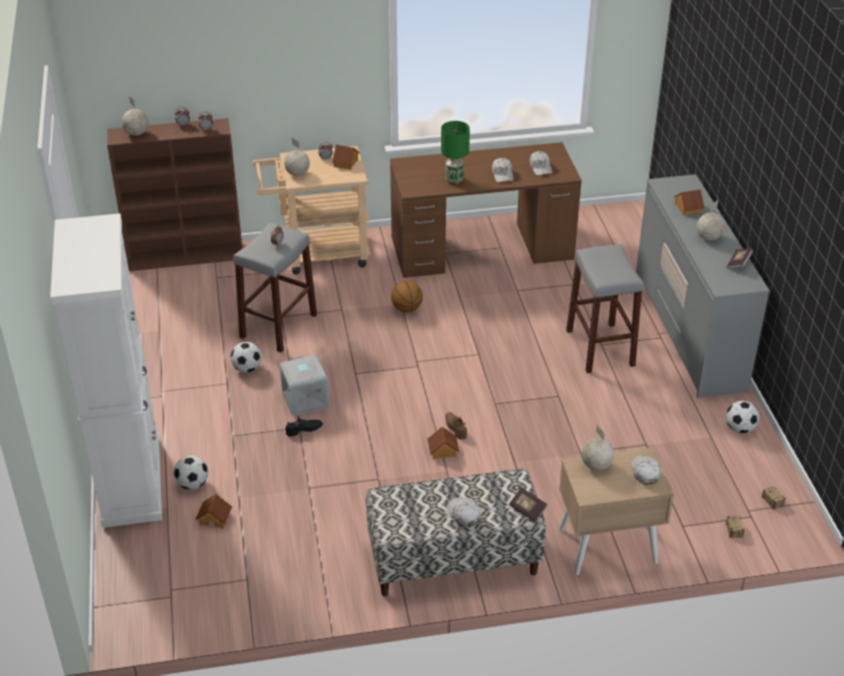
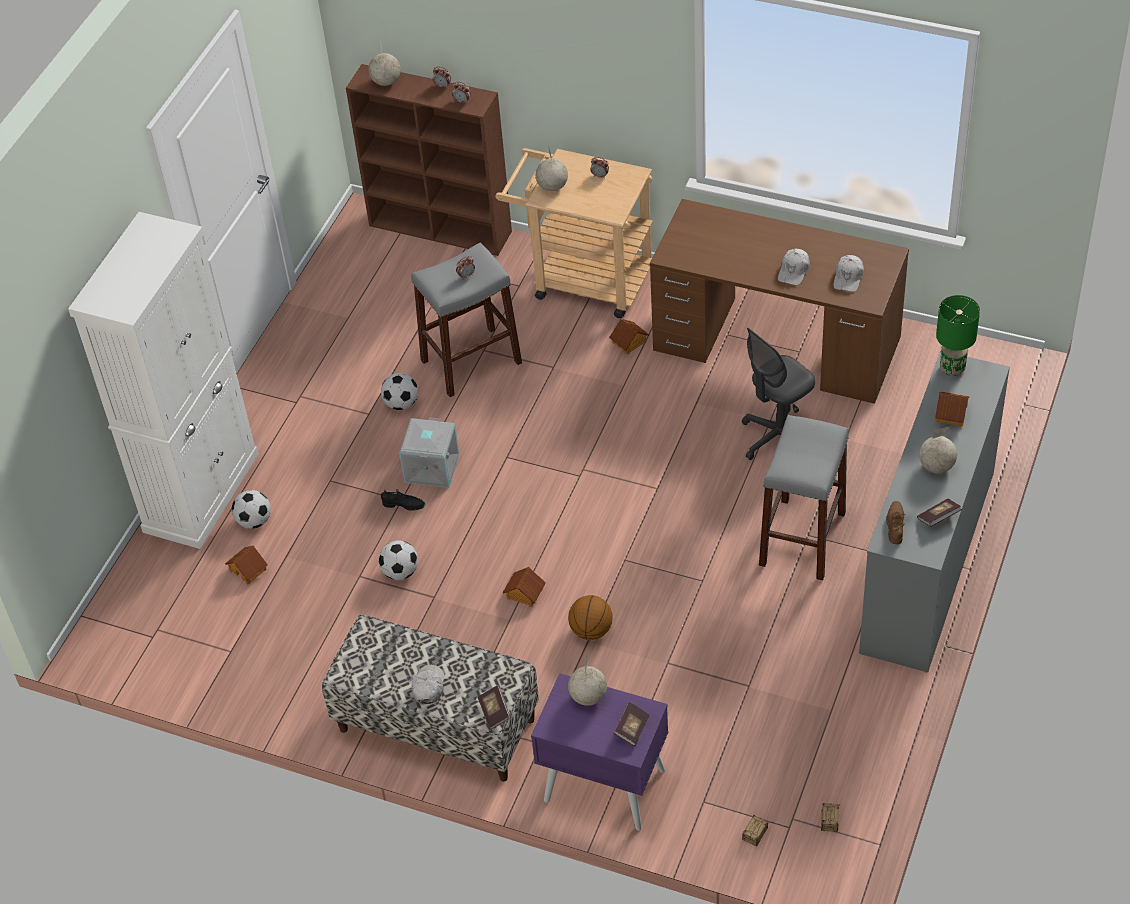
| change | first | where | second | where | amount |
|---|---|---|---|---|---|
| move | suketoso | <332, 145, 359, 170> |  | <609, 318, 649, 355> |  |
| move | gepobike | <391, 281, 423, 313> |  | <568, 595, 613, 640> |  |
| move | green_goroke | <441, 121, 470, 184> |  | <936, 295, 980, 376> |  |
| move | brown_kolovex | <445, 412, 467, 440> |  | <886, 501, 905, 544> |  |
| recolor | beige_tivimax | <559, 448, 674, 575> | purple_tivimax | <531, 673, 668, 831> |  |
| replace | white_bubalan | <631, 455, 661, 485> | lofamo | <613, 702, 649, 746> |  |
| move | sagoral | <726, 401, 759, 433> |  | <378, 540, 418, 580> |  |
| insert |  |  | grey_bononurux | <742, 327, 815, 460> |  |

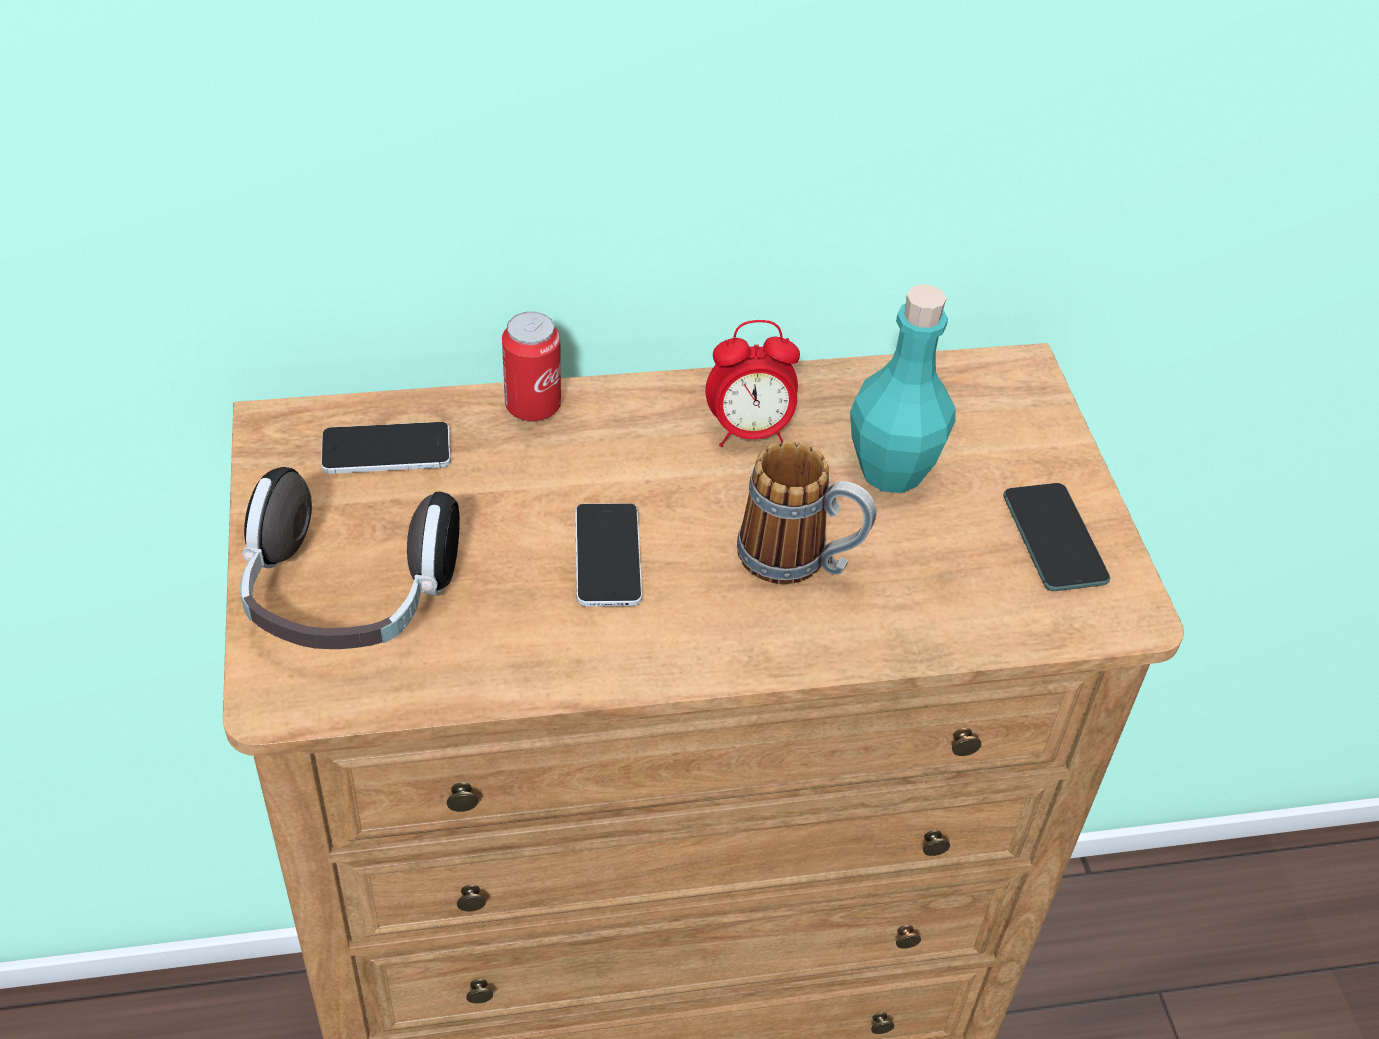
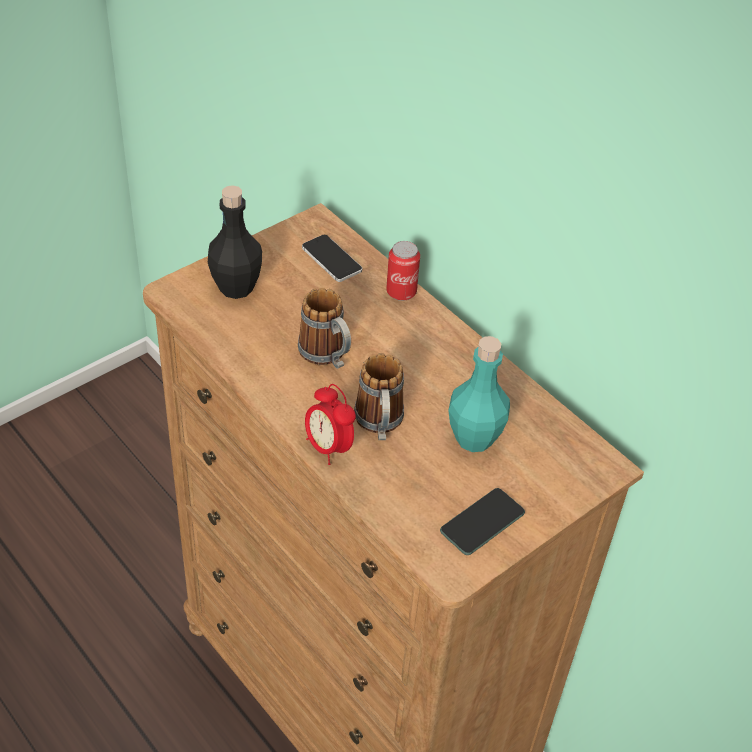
| change | first | where | second | where | amount |
|---|---|---|---|---|---|
| replace | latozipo | <240, 467, 460, 649> | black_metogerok | <208, 185, 262, 299> |  |
| replace | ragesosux | <575, 503, 642, 607> | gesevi | <298, 288, 351, 369> |  |
| move | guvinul | <705, 320, 800, 447> |  | <305, 384, 356, 465> |  |

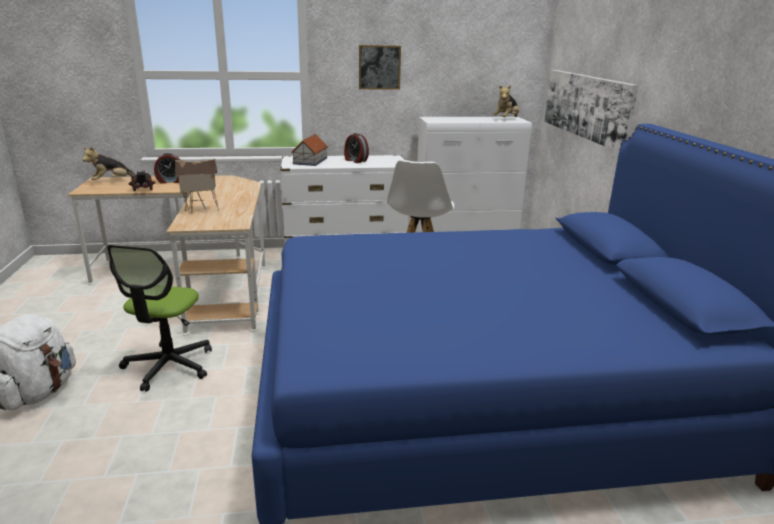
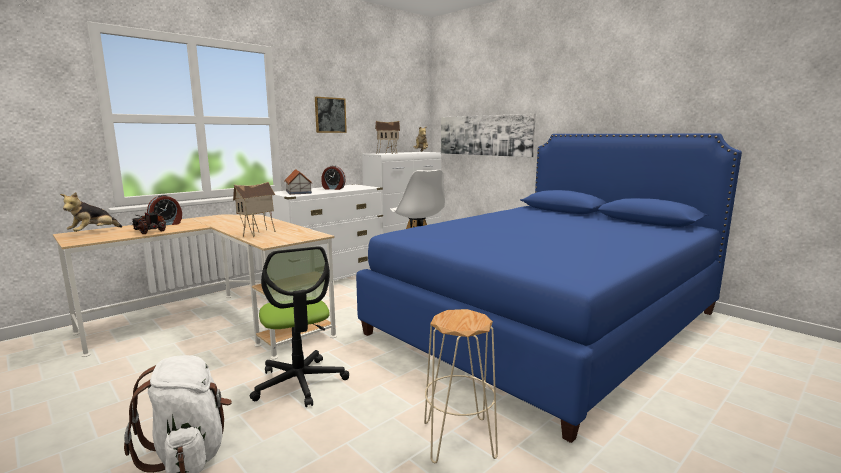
| change | first | where | second | where | amount |
|---|---|---|---|---|---|
| insert |  |  | suketoso | <375, 121, 400, 154> |  |
| insert |  |  | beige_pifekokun | <424, 309, 498, 463> |  |

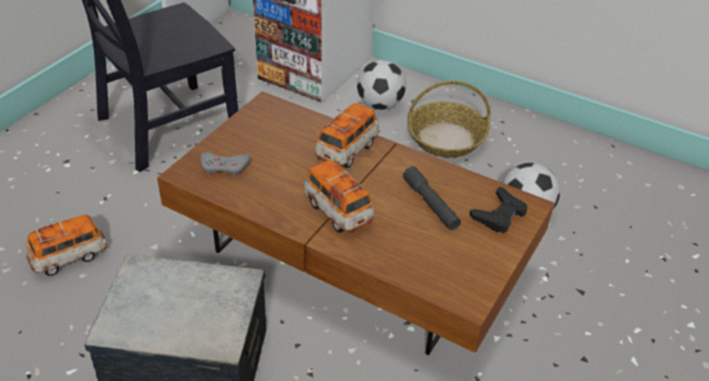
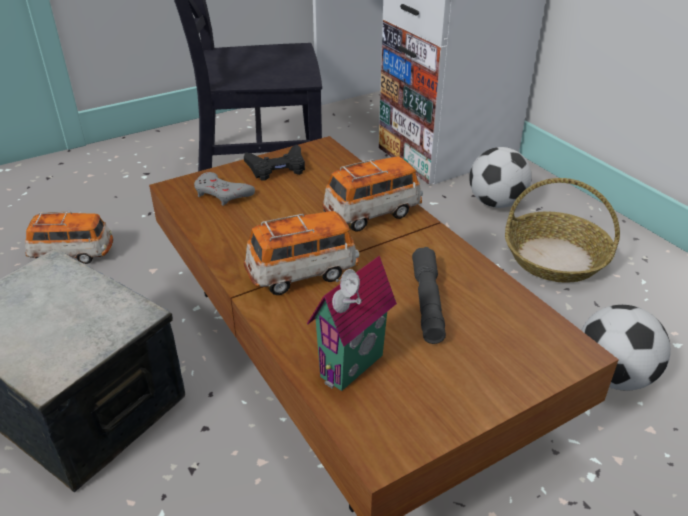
| change | first | where | second | where | amount |
|---|---|---|---|---|---|
| rotate | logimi | <303, 160, 375, 234> |  | <244, 211, 359, 295> | 75 degrees clockwise |
| move | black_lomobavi | <470, 186, 528, 233> |  | <244, 144, 305, 180> |  |
| insert |  |  | suketoso | <307, 256, 397, 391> |  |

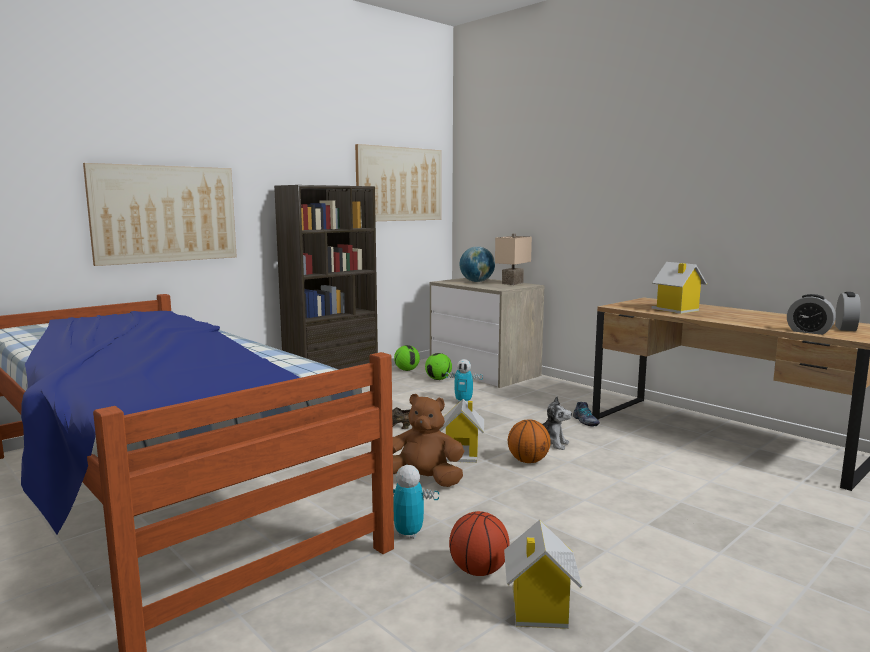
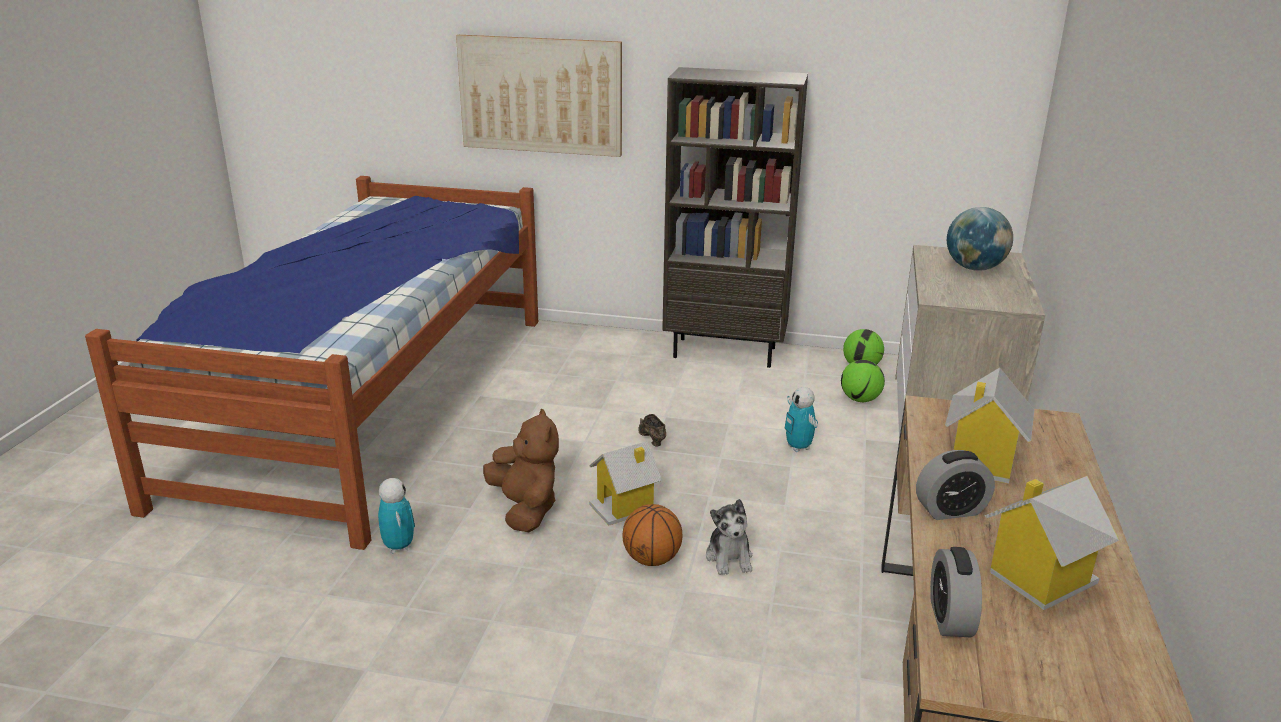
| change | first | where | second | where | amount |
|---|---|---|---|---|---|
| delete | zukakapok | <355, 144, 441, 221> |  |  |  |
| delete | gepobike | <449, 511, 510, 576> |  |  |  |
| delete | beige_goroke | <495, 234, 532, 285> |  |  |  |
| move | suketoso | <504, 520, 582, 629> |  | <985, 476, 1119, 610> |  |
| delete | kolovex | <573, 402, 600, 426> |  |  |  |
| move | guvinul | <835, 292, 861, 331> |  | <916, 450, 995, 520> |  |

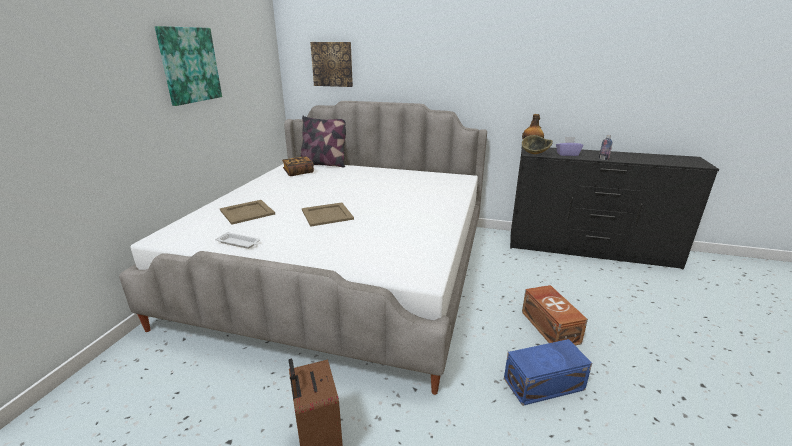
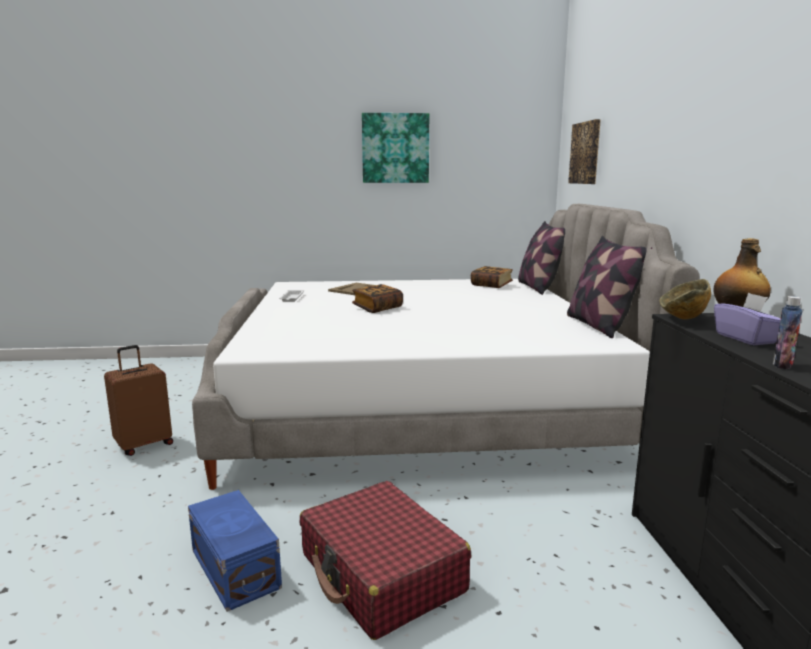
| change | first | where | second | where | amount |
|---|---|---|---|---|---|
| replace | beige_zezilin | <302, 202, 354, 227> | lofamo | <352, 284, 403, 313> |  |
| replace | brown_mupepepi | <522, 285, 588, 346> | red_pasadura | <300, 481, 471, 640> |  |
| insert |  |  | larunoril | <567, 236, 652, 338> |  |

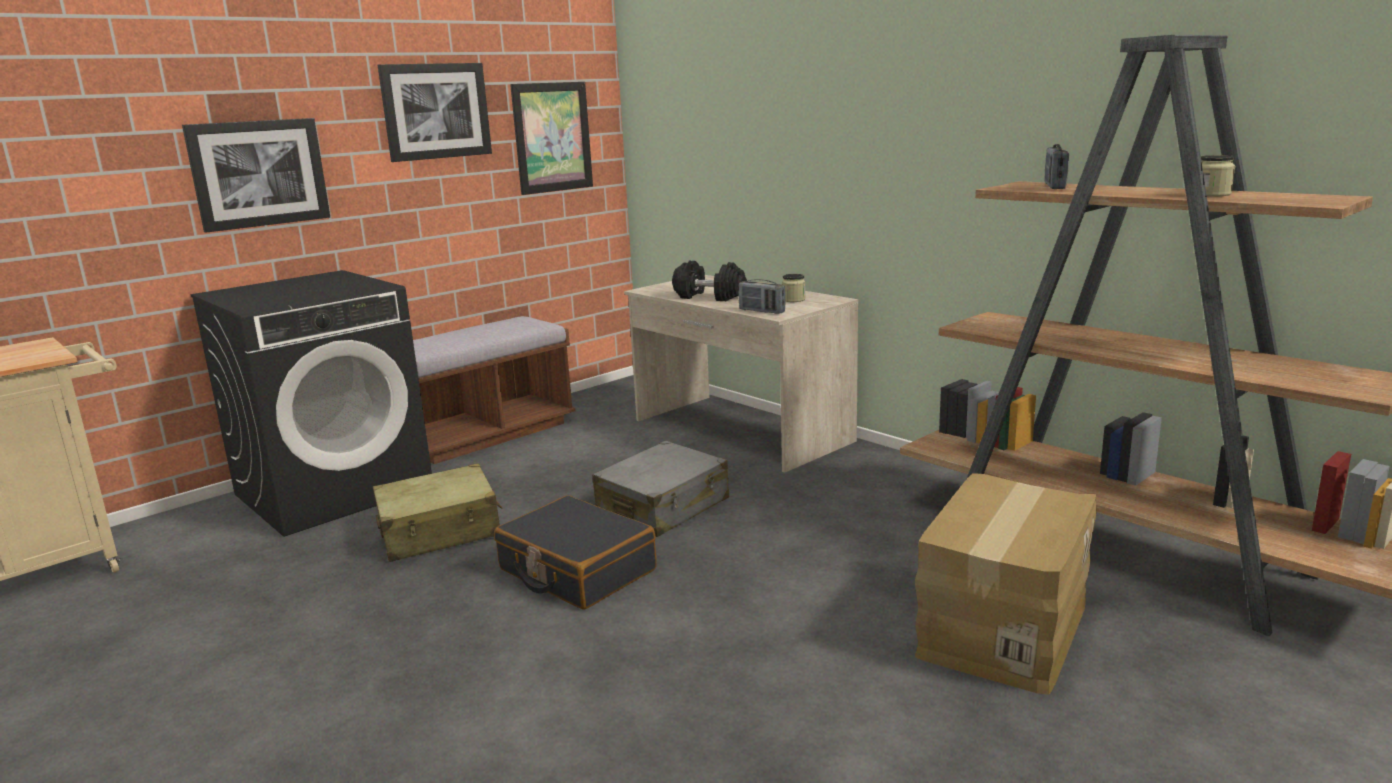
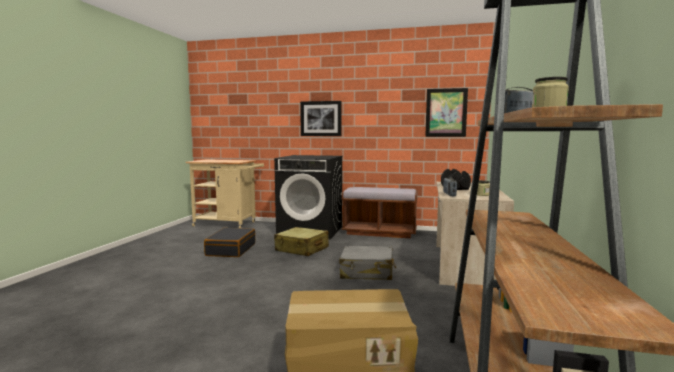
| change | first | where | second | where | amount |
|---|---|---|---|---|---|
| delete | zukakapok | <378, 63, 492, 162> |  |  |  |
| move | black_pasadura | <494, 495, 656, 610> |  | <204, 228, 255, 257> |  |

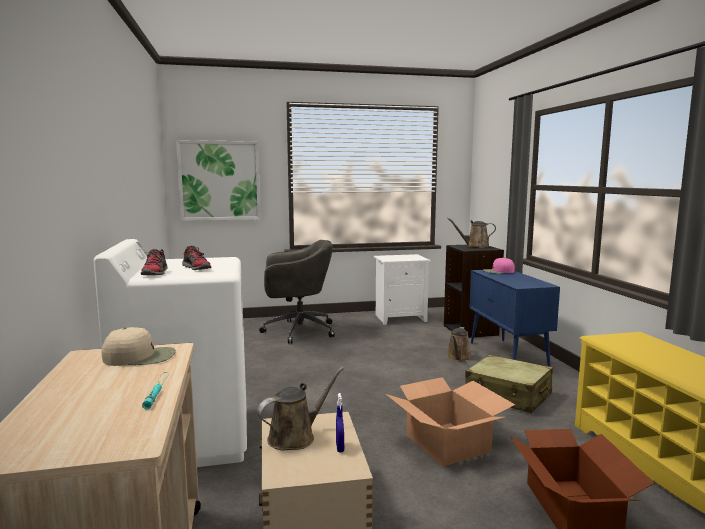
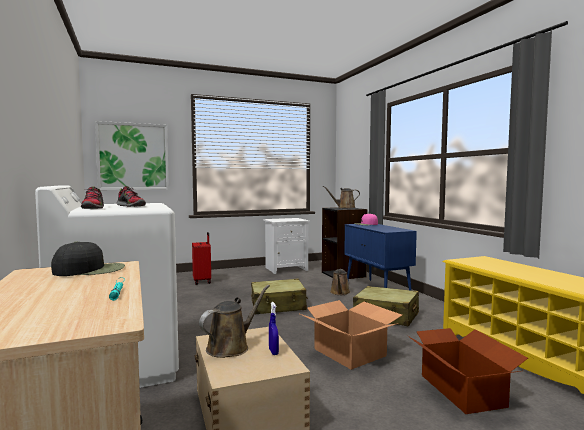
| change | first | where | second | where | amount |
|---|---|---|---|---|---|
| recolor | beige_bubalan | <101, 327, 176, 366> | black_bubalan | <51, 241, 125, 276> |  |
| replace | grey_bononurux | <259, 240, 335, 344> | red_pasadura | <192, 232, 211, 285> |  |
| insert |  |  | beige_pasadura | <251, 279, 308, 314> |  |

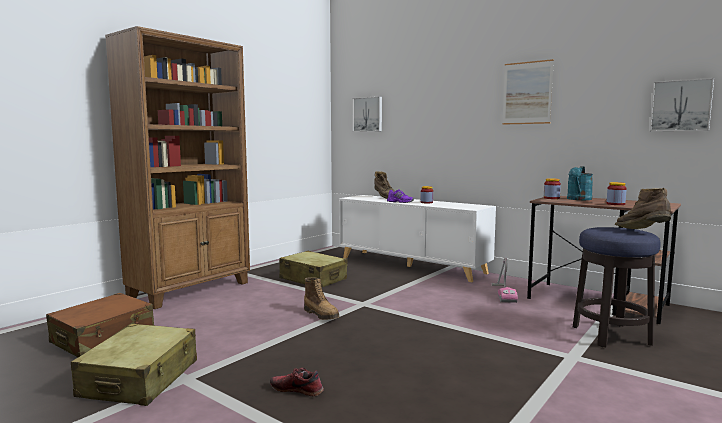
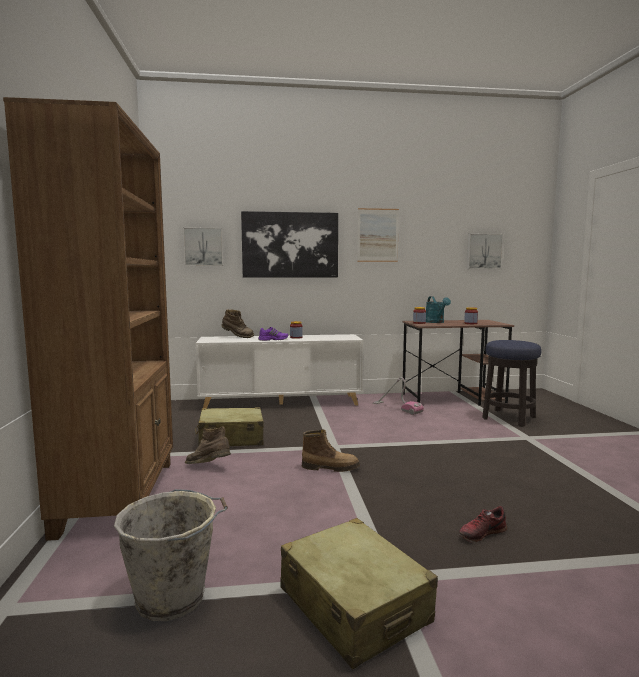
| change | first | where | second | where | amount |
|---|---|---|---|---|---|
| replace | brown_pasadura | <46, 293, 155, 358> | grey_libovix | <114, 489, 228, 621> |  |
| move | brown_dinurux | <615, 188, 671, 229> |  | <185, 427, 231, 464> |  |
| insert |  |  | zukakapok | <241, 211, 338, 278> |  |

